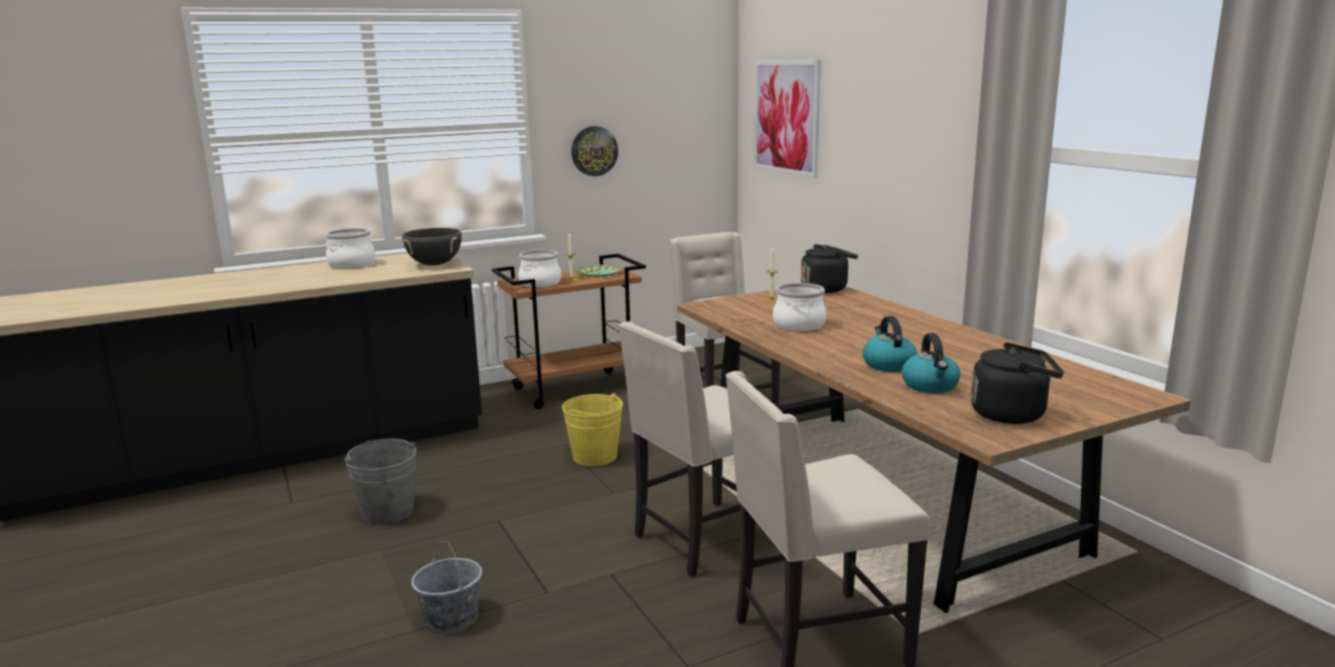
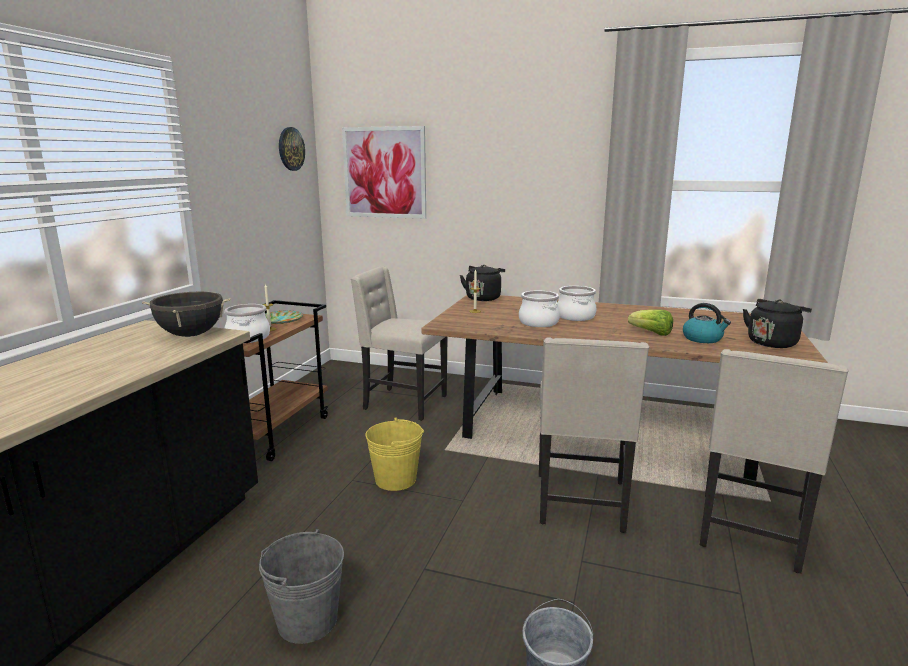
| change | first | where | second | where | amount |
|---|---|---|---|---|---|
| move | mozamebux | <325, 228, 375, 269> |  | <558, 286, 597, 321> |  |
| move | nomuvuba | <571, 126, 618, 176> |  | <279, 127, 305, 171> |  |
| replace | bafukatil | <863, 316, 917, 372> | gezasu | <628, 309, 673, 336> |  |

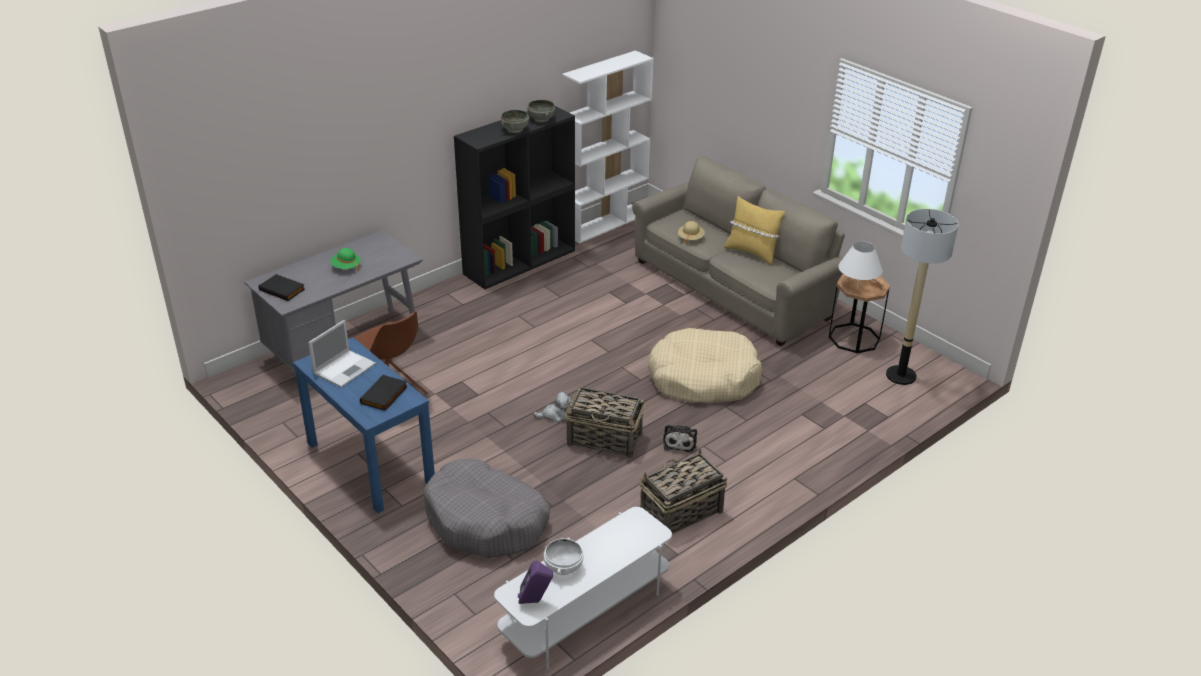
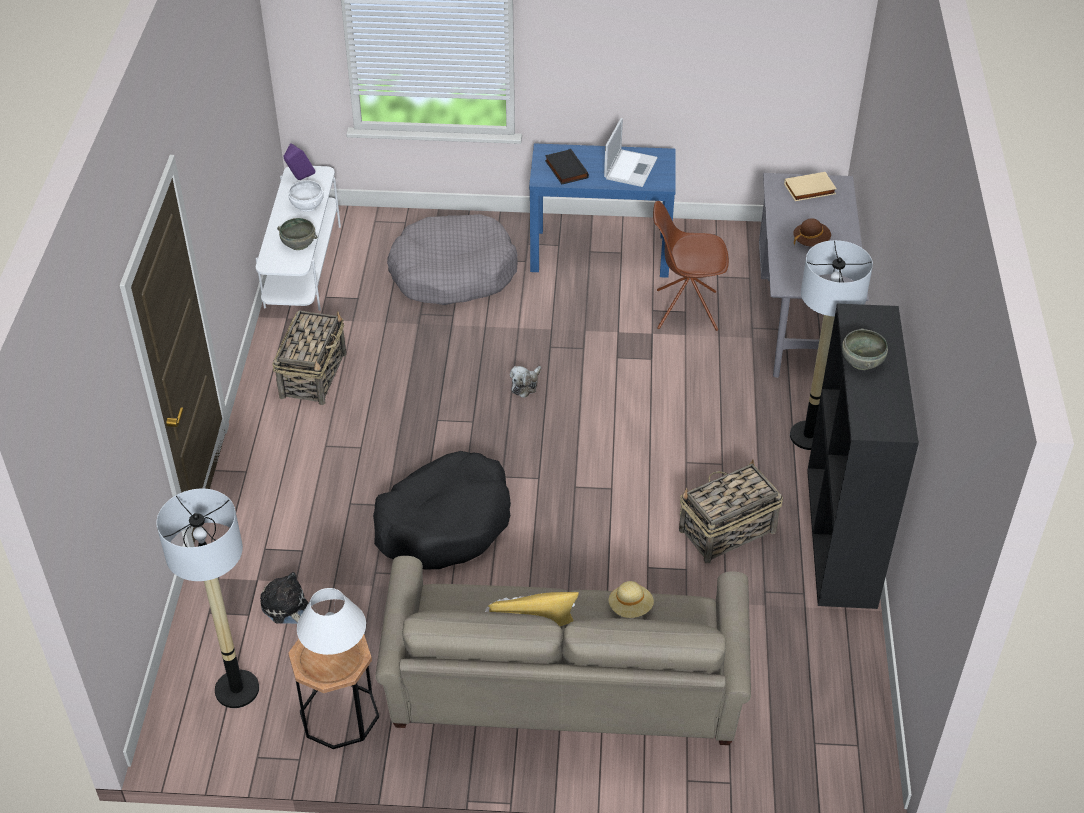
| change | first | where | second | where | amount |
|---|---|---|---|---|---|
| recolor | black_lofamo | <259, 274, 305, 301> | beige_lofamo | <784, 172, 837, 201> |  |
| rotate | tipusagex | <308, 320, 376, 388> |  | <604, 118, 658, 187> | 150 degrees counterclockwise |
| recolor | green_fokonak | <330, 248, 361, 271> | brown_fokonak | <793, 218, 831, 246> |  |
| move | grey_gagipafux | <527, 100, 555, 122> |  | <277, 218, 317, 250> |  |
| delete | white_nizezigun | <562, 50, 654, 244> |  |  |  |
| move | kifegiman | <565, 387, 645, 458> |  | <679, 459, 783, 563> |  |
| recolor | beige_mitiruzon | <648, 328, 762, 403> | black_mitiruzon | <373, 451, 511, 570> |  |
| move | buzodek | <663, 425, 697, 453> |  | <260, 572, 308, 624> |  |
| insert |  |  | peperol | <790, 240, 873, 450> |  |

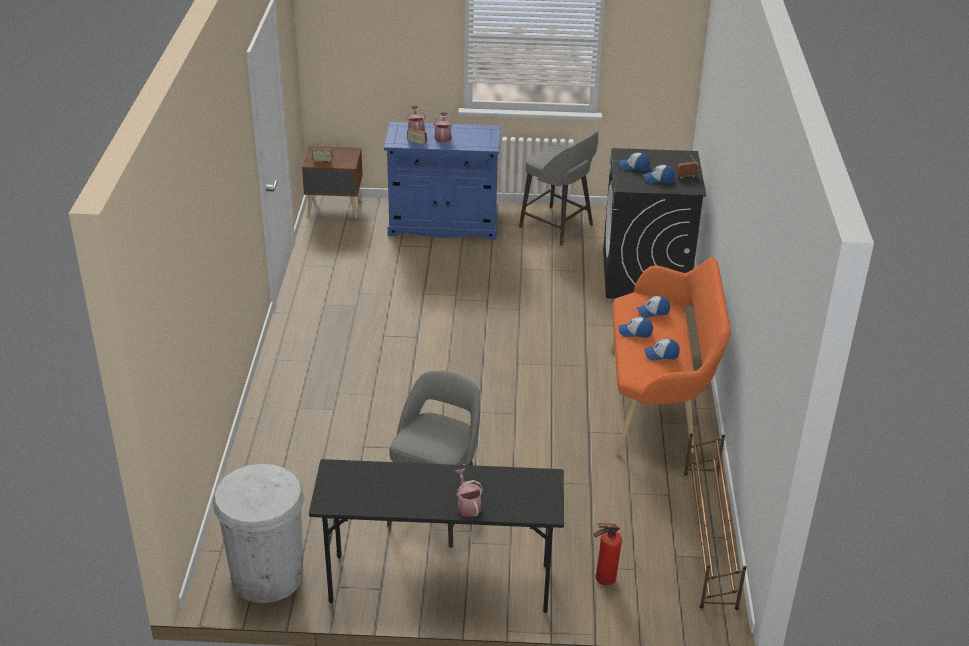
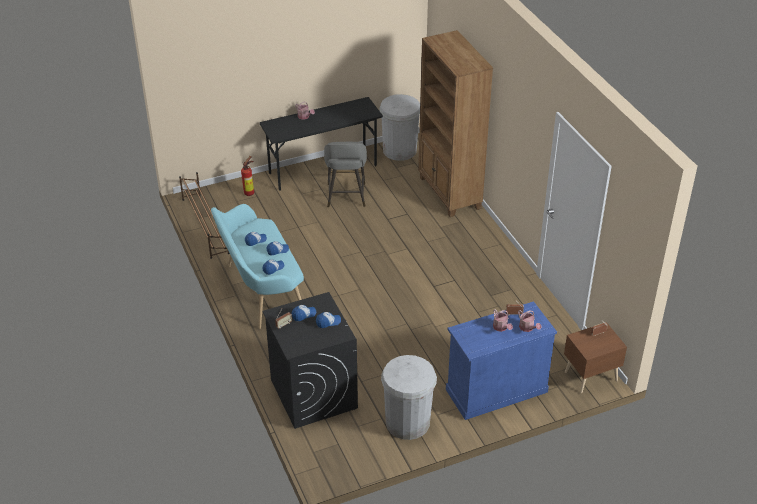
| change | first | where | second | where | amount |
|---|---|---|---|---|---|
| replace | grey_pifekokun | <519, 131, 598, 246> | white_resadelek | <381, 355, 437, 440> |  |
| recolor | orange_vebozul | <611, 258, 731, 455> | turquoise_vebozul | <211, 204, 304, 329> |  |
| insert |  |  | brown_nizezigun | <418, 30, 493, 217> |  |

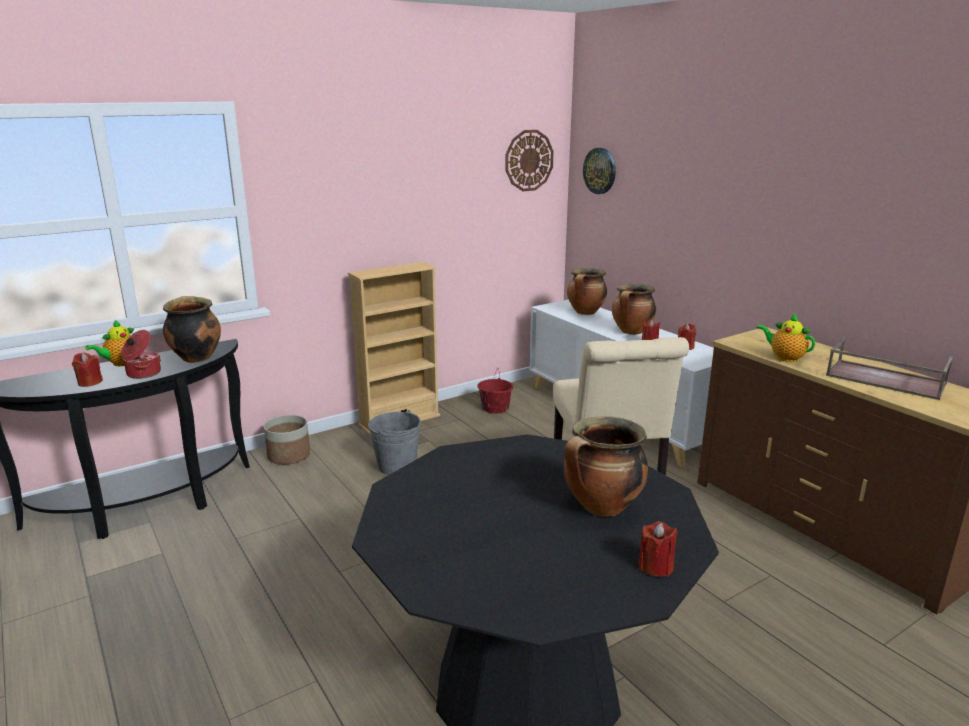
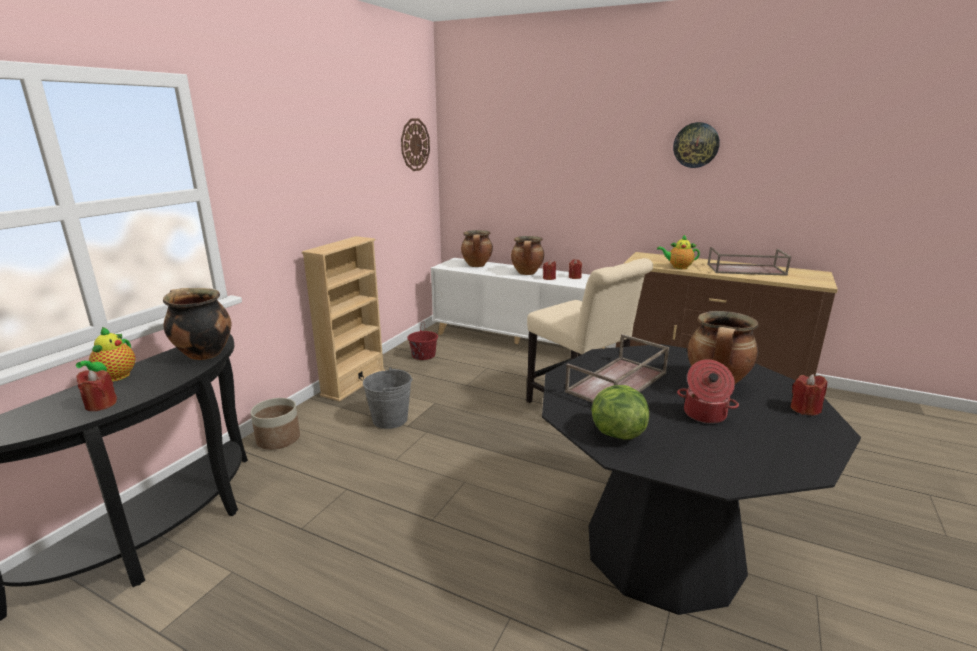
| change | first | where | second | where | amount |
|---|---|---|---|---|---|
| move | mozamebux | <121, 330, 161, 379> |  | <677, 360, 739, 424> |  |
| move | nomuvuba | <583, 148, 616, 194> |  | <673, 122, 720, 168> |  |
| insert |  |  | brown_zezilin | <565, 334, 669, 403> |  |
| insert |  |  | gezasu | <591, 385, 649, 440> |  |

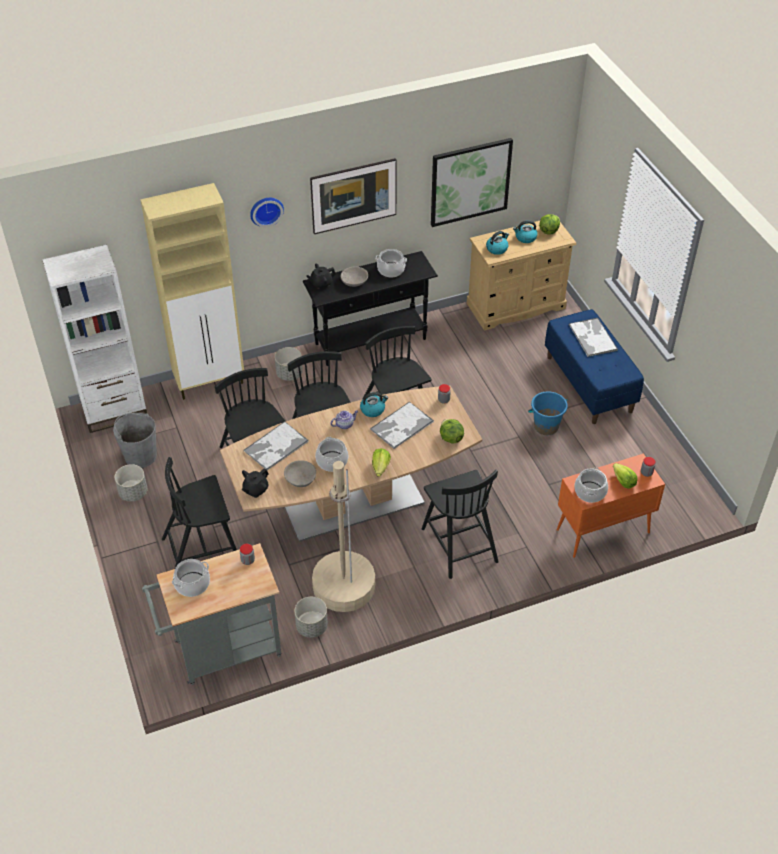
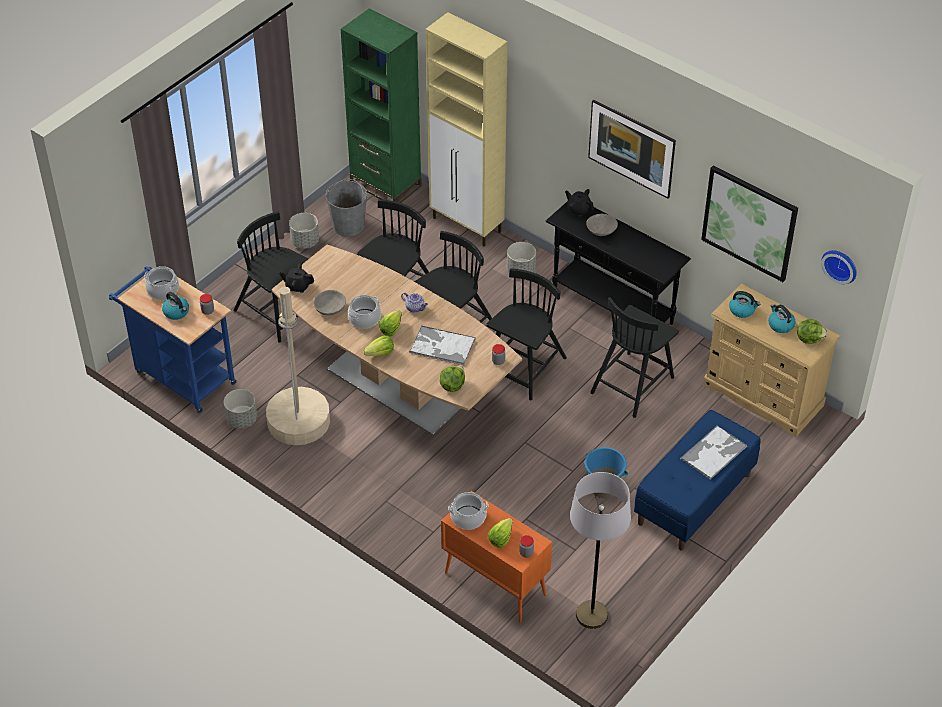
| change | first | where | second | where | amount |
|---|---|---|---|---|---|
| recolor | white_nizezigun | <42, 245, 147, 433> | green_nizezigun | <341, 8, 422, 203> |  |
| recolor | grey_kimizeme | <142, 543, 281, 685> | blue_kimizeme | <109, 266, 237, 414> |  |
| delete | zezilin | <244, 421, 309, 470> |  |  |  |
| move | nomuvuba | <250, 198, 284, 227> |  | <821, 250, 857, 284> |  |
| move | bafukatil | <360, 392, 388, 417> |  | <162, 292, 189, 320> |  |
| delete | mozamebux | <375, 249, 407, 277> |  |  |  |
| move | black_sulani | <422, 470, 499, 579> |  | <590, 297, 679, 418> |  |
| insert |  |  | gezasu | <379, 311, 402, 336> |  |
| insert |  |  | grey_peperol | <570, 472, 631, 629> |  |

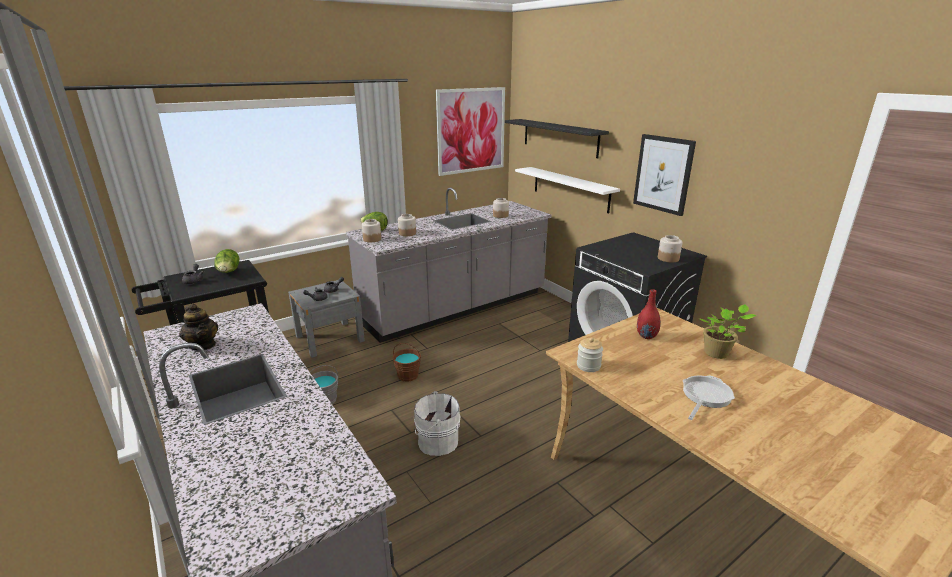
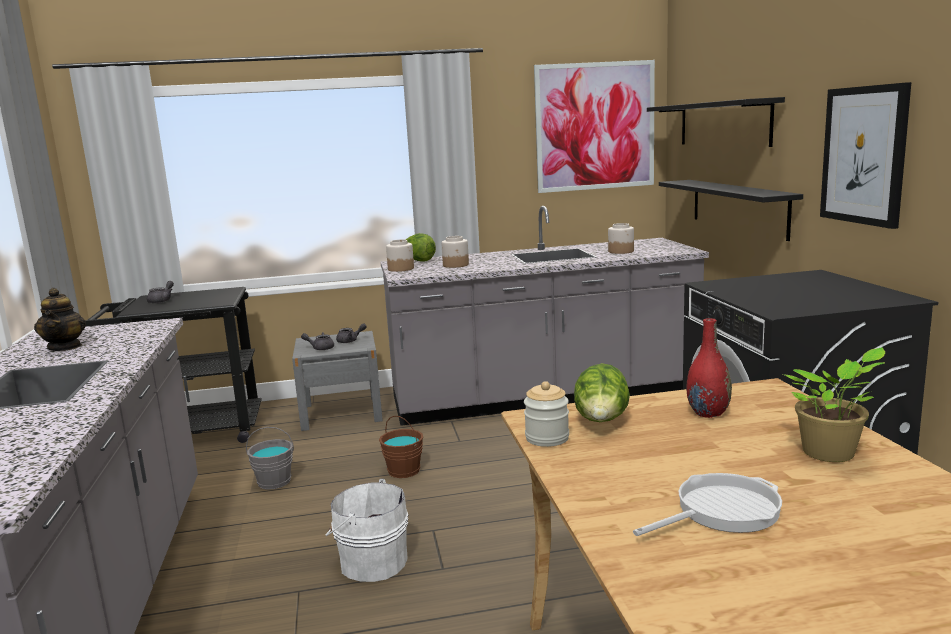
| change | first | where | second | where | amount |
|---|---|---|---|---|---|
| move | gezasu | <214, 249, 240, 273> |  | <574, 363, 630, 422> |  |
| recolor | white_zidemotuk | <515, 167, 620, 214> | black_zidemotuk | <659, 180, 803, 241> |  |
| delete | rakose | <658, 235, 683, 262> |  |  |  |

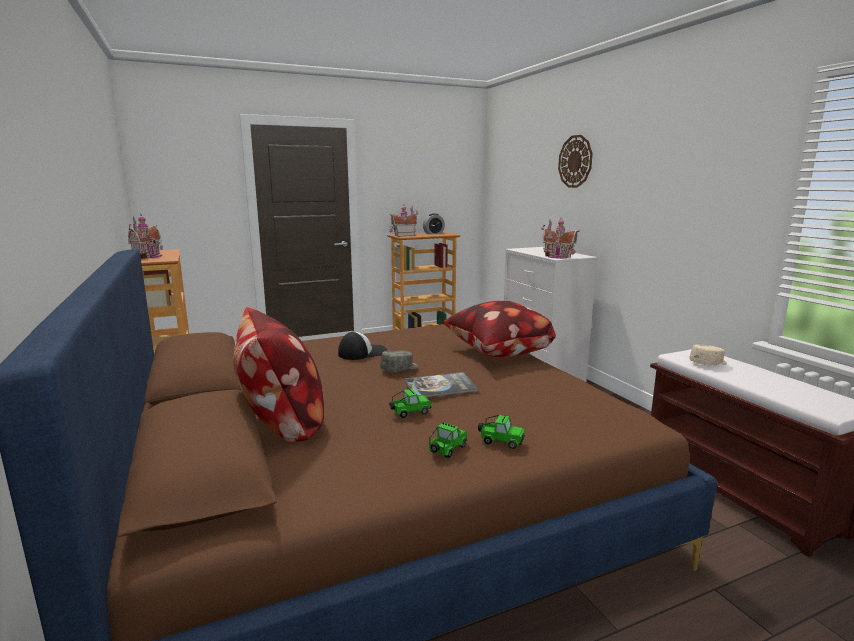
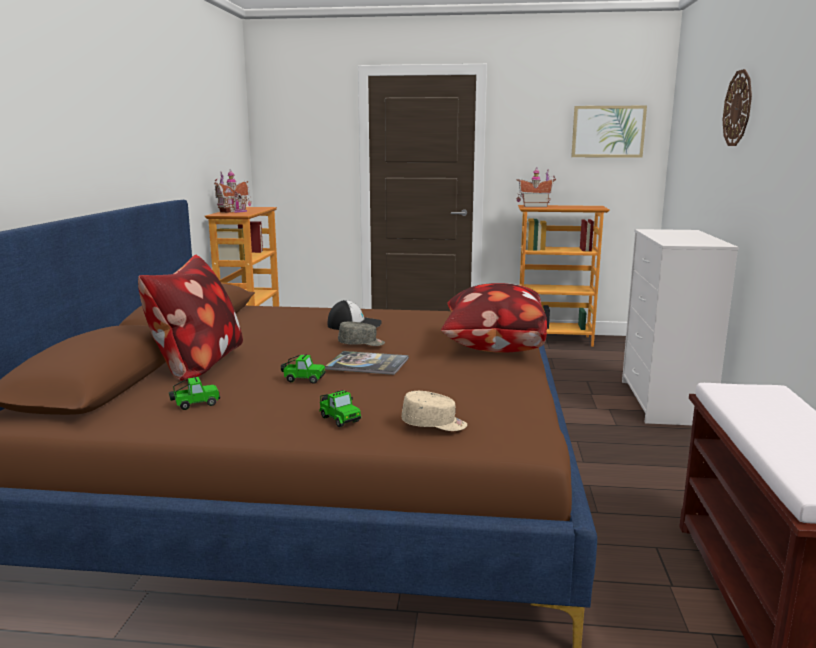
| change | first | where | second | where | amount |
|---|---|---|---|---|---|
| delete | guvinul | <423, 213, 445, 234> |  |  |  |
| move | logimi | <428, 422, 468, 458> |  | <169, 376, 220, 410> |  |
| delete | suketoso | <542, 217, 580, 259> |  |  |  |
| move | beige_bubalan | <689, 344, 727, 365> |  | <402, 391, 467, 431> |  |
| insert |  |  | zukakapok | <571, 106, 647, 158> |  |

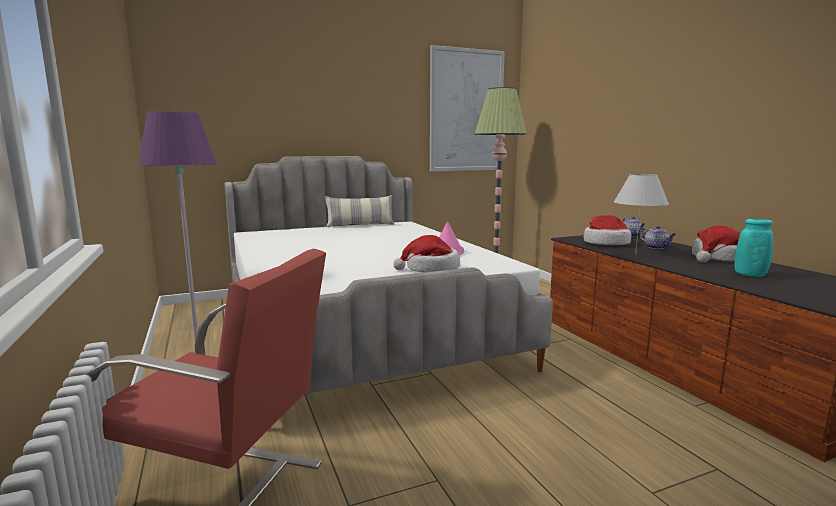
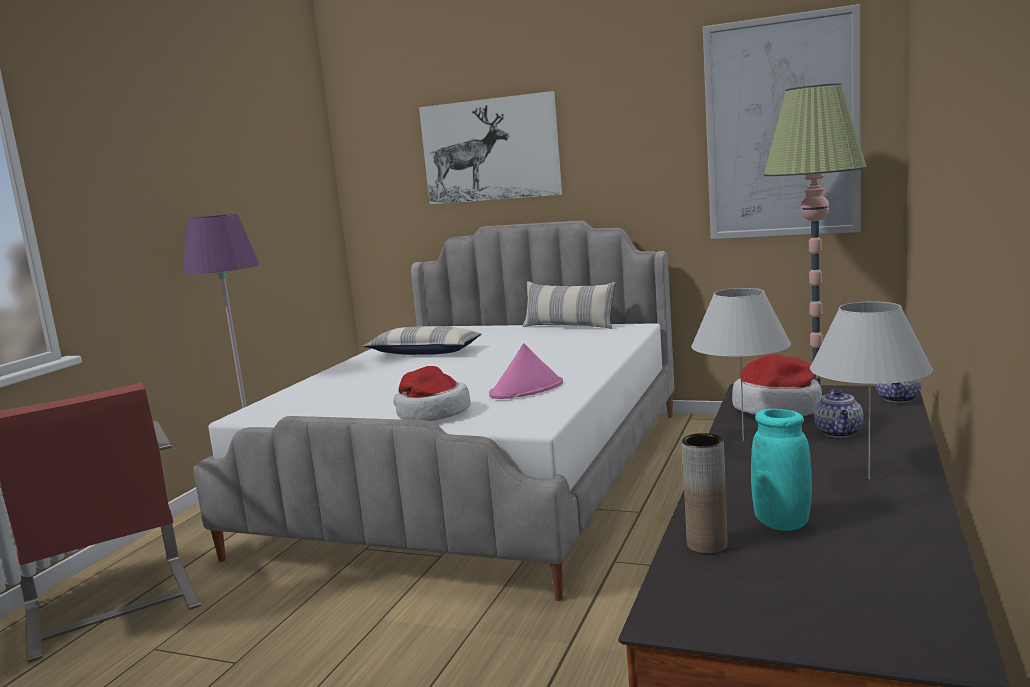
| change | first | where | second | where | amount |
|---|---|---|---|---|---|
| replace | fokonak | <692, 226, 741, 262> | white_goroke | <810, 301, 933, 479> |  |
| insert |  |  | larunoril | <363, 326, 482, 355> |  |
| insert |  |  | zukakapok | <419, 91, 562, 204> |  |
| insert |  |  | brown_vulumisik | <682, 433, 727, 554> |  |

